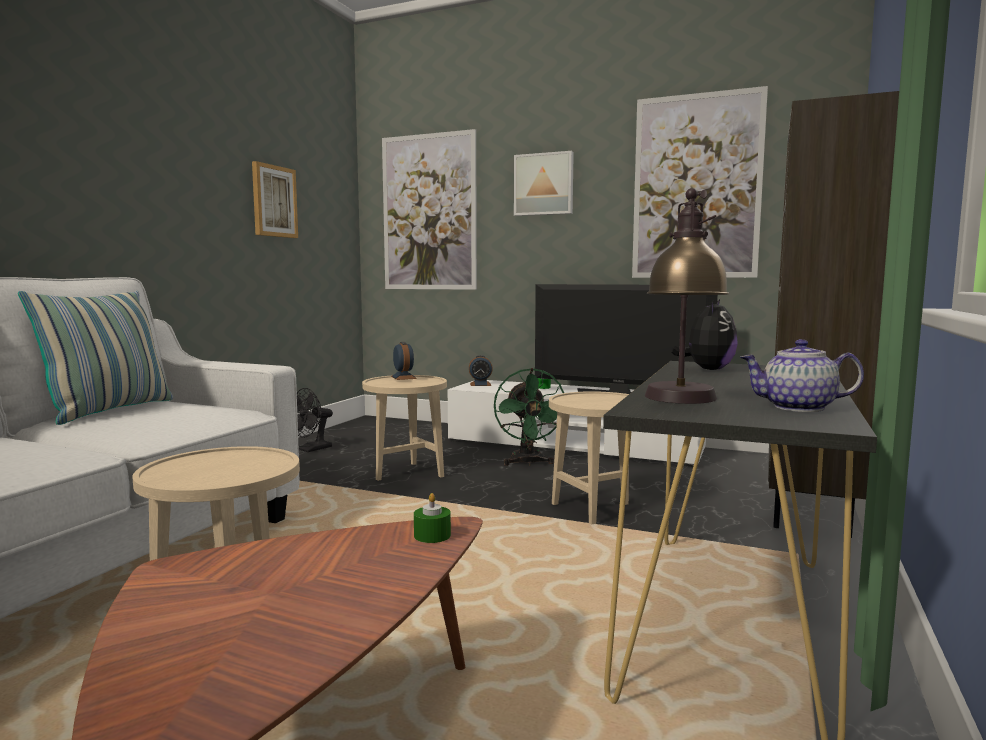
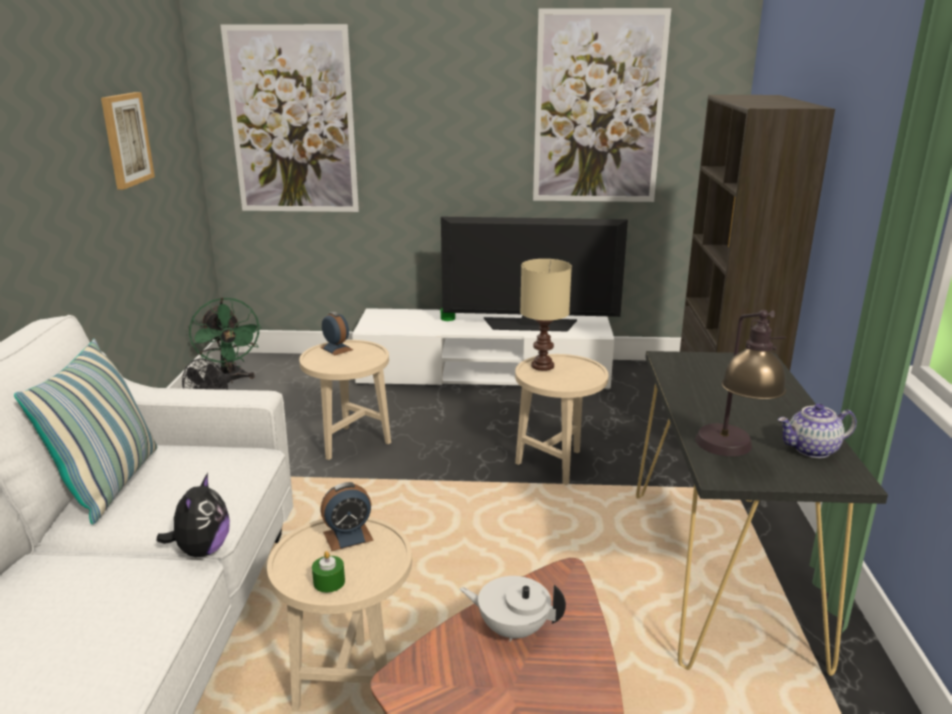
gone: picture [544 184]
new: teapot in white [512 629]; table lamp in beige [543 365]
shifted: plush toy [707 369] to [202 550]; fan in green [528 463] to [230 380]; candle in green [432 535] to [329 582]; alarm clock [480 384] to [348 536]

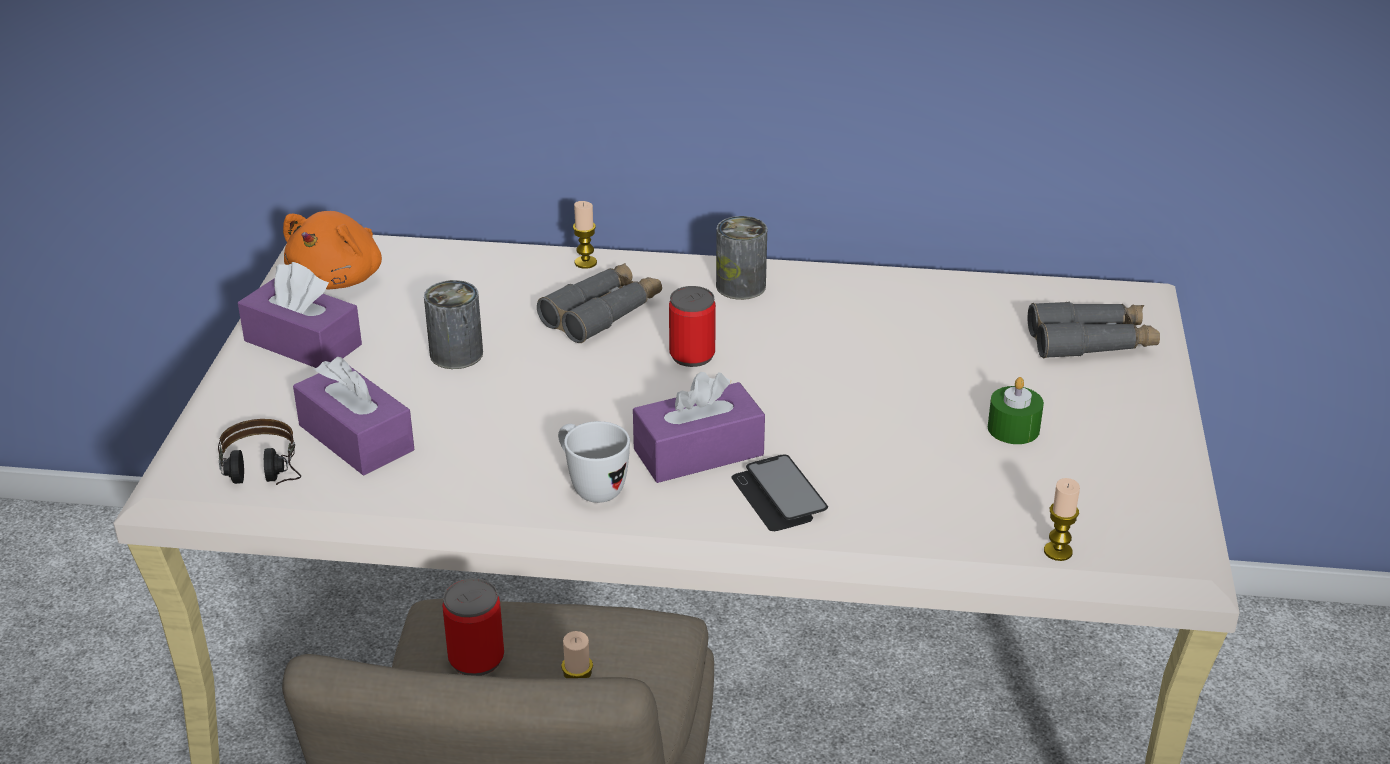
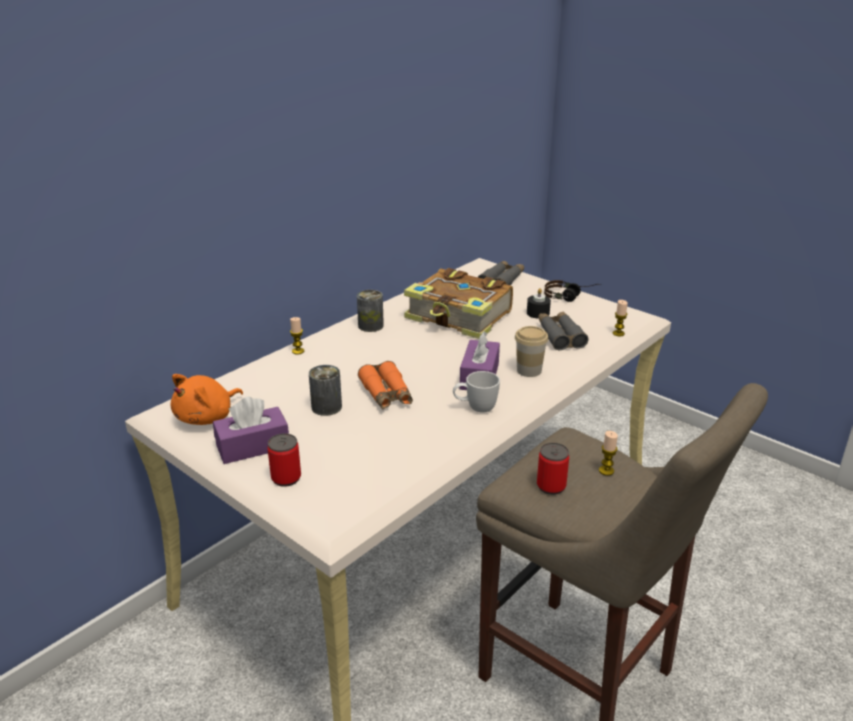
gone: tissue box in purple [356 438]
new: binoculars in orange [386 394]; book [459 317]
shifted: can [692 355] to [286 478]; binoculars in grey [602 313] to [560 336]; headphones [262 477] to [570 297]
swapped: phone [778 496] to cup [529 370]
repainted: candle in green [1013 428] to candle in black [538 313]
rotated: plush toy in orange [339 278] = [207 417] 75 degrees clockwise

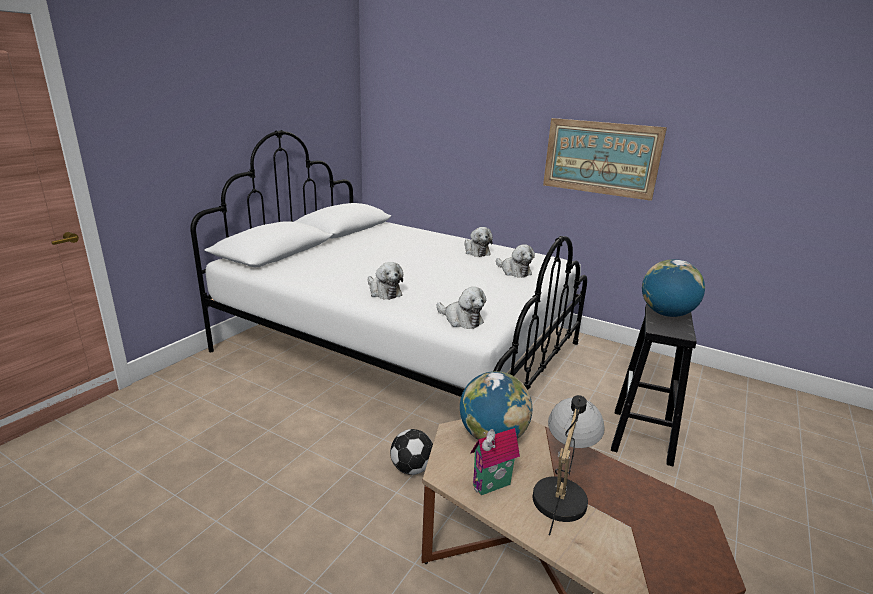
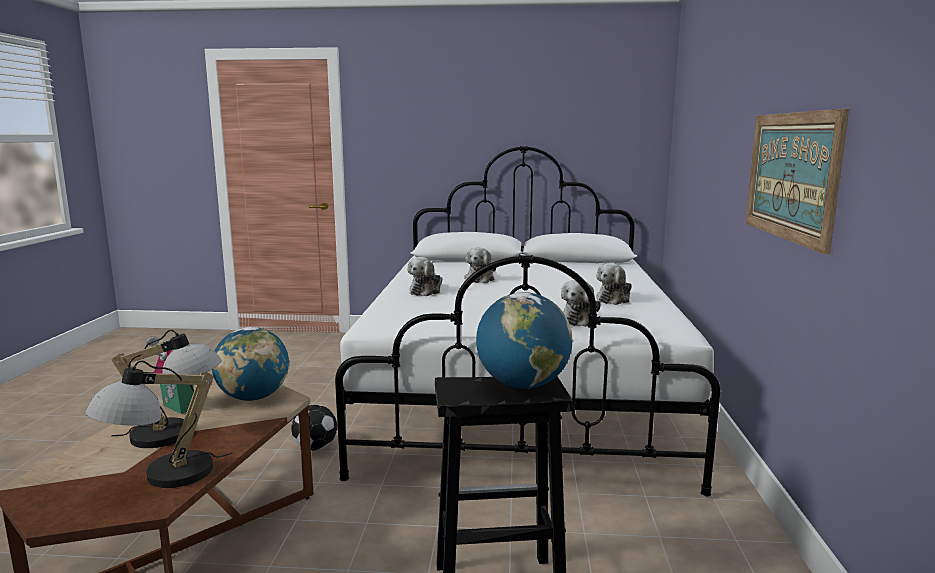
new: table lamp [162 478]
shifted: plush toy [461 320] to [480 279]

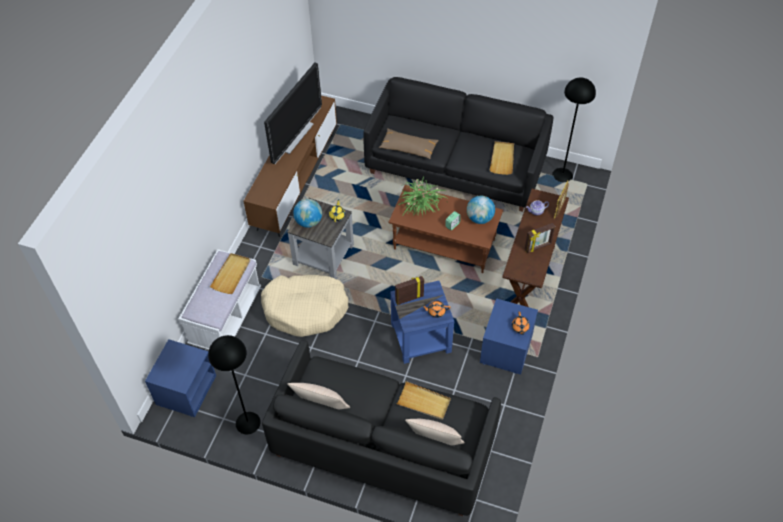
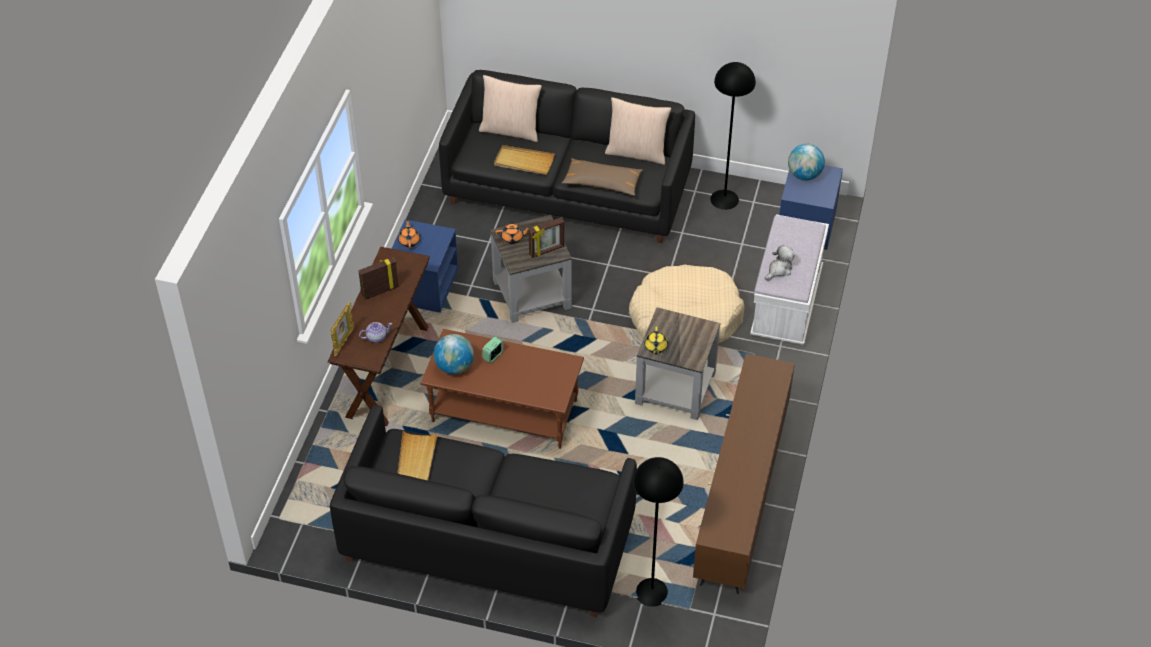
gone: television [295 136]; potted plant [420 204]
shifted: pillow in brown [408 148] to [602 182]; floor lamp in black [562 175] to [651 591]; globe [308 222] to [804 175]
swapped: tray in beige [231 274] to plush toy [779 269]
repainted: side table in blue [420 338] to side table in grey [532 293]

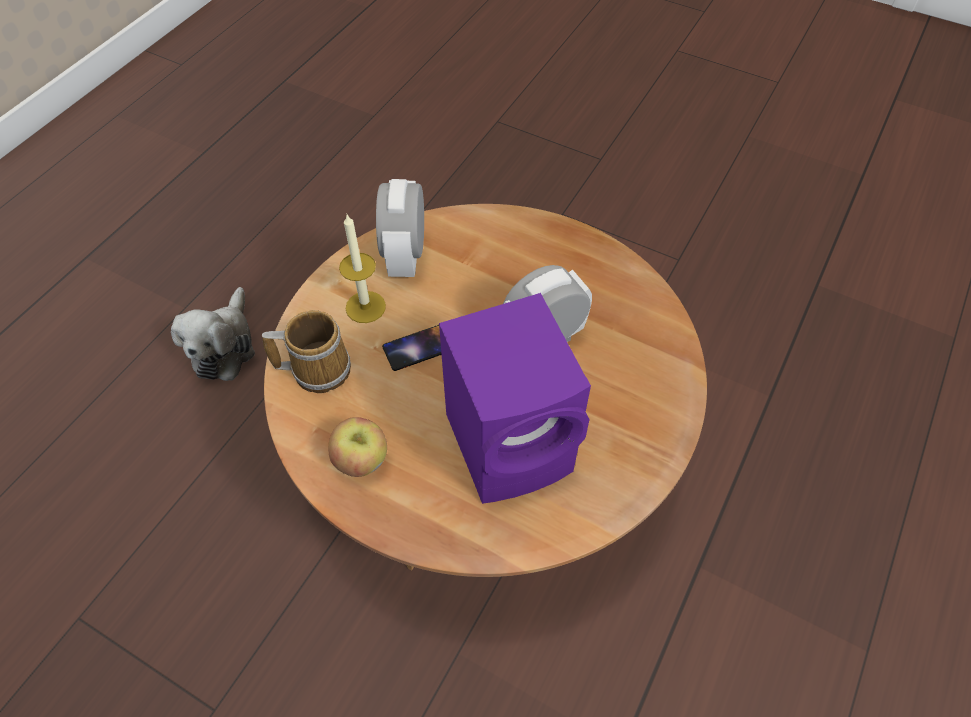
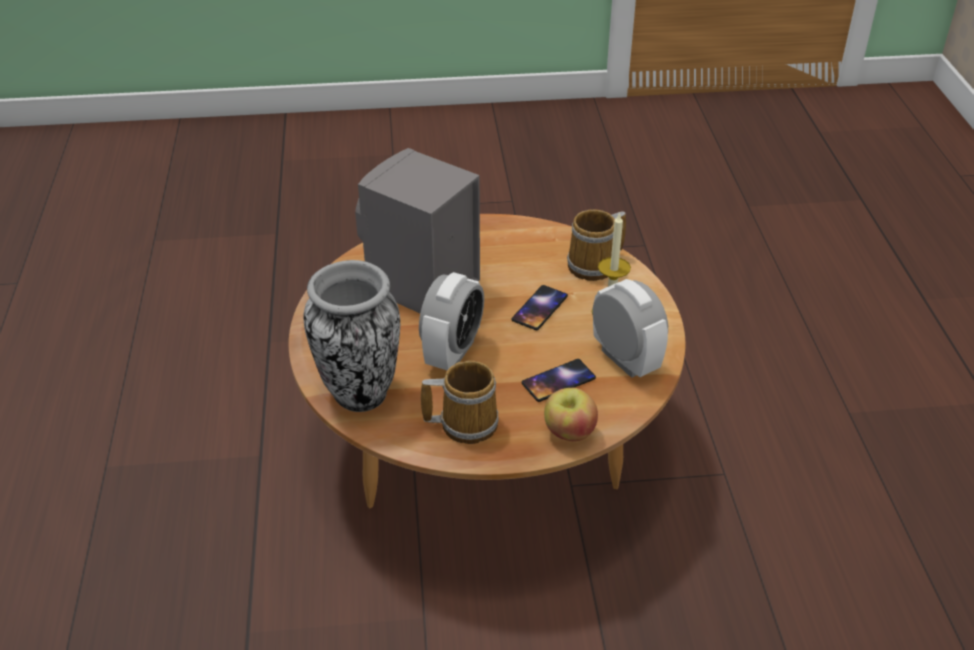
gone: plush toy [224 346]
new: vase [358 394]; mug [465 422]; phone [558 381]
shifted: apple [361 460] to [569 432]
repainted: speaker in purple [513 443] to speaker in grey [420 287]

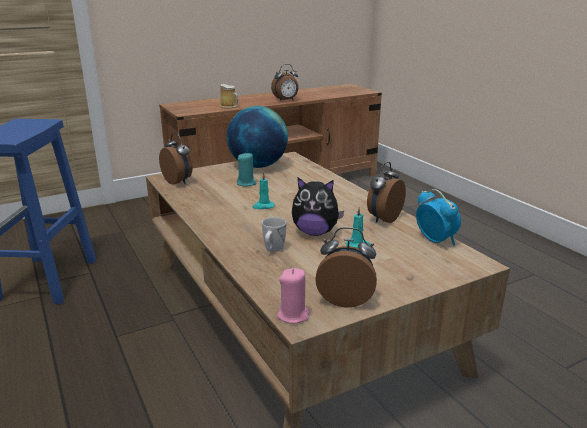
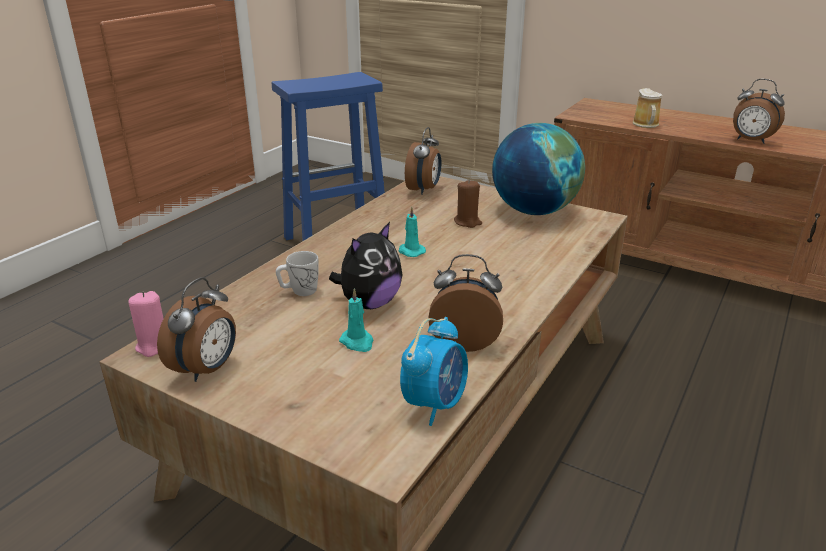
repainted: candle in turquoise [246 183] to candle in brown [467 222]
rotated: alarm clock [345 299] = [207 369] 45 degrees clockwise; plush toy [315 232] = [369 303] 120 degrees counterclockwise

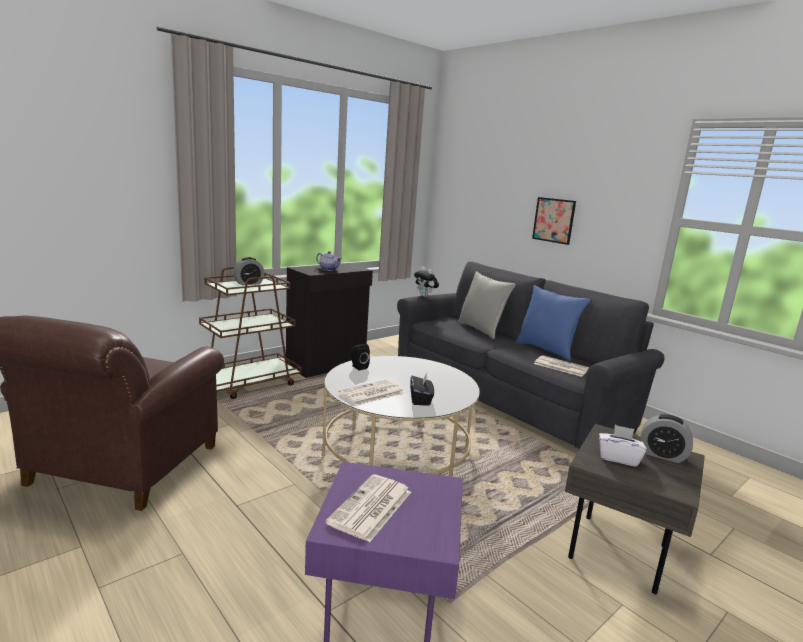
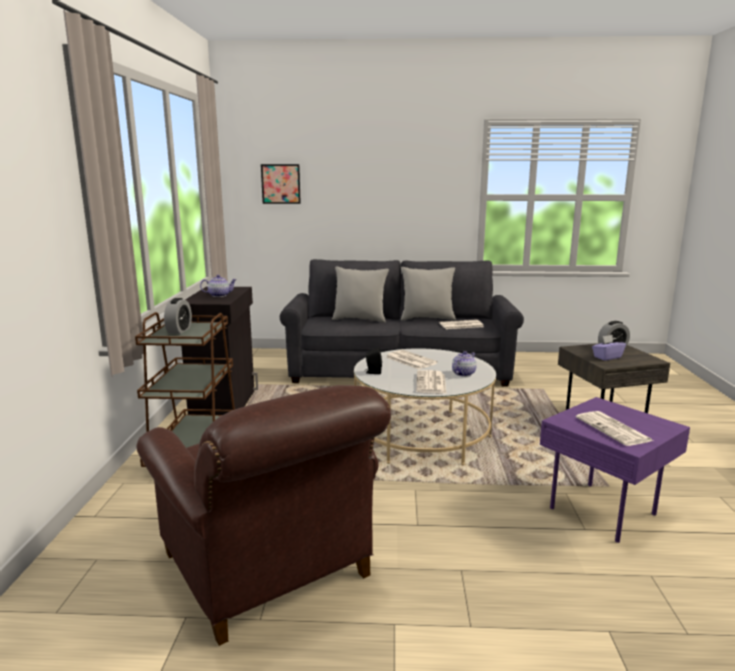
gone: plush toy [425 296]
new: newspaper [410 360]
shifted: picture [553 220] to [281 184]
swapped: tissue box in black [420 399] to teapot [463 373]
repainted: pillow in blue [546 350] to pillow in grey [427 318]; tissue box in white [618 458] to tissue box in purple [607 357]

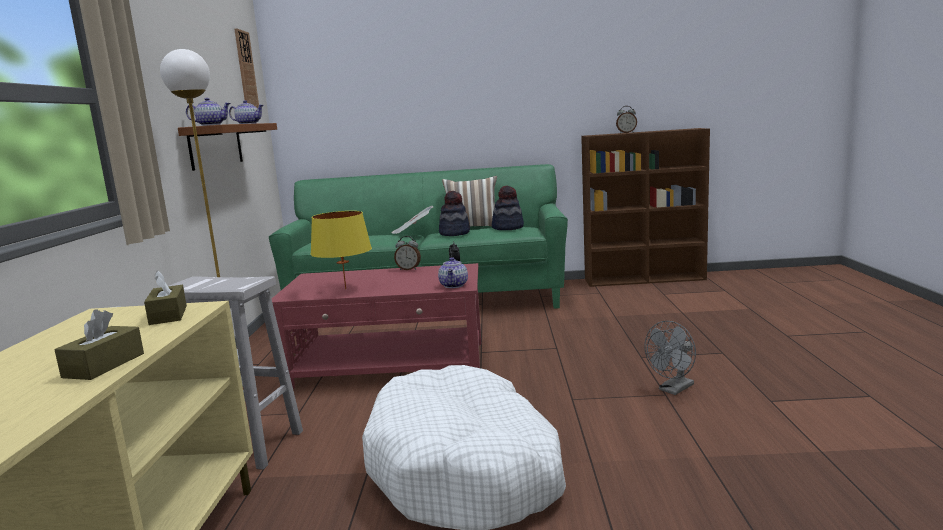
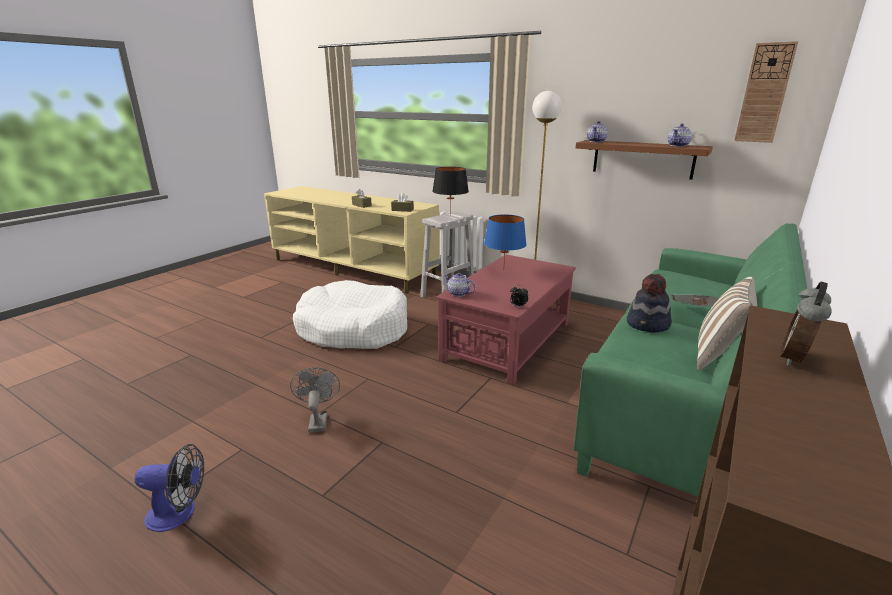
gone: alarm clock [408 269]; hat [508 227]
new: fan [179 513]; table lamp in black [450 215]
repainted: table lamp in yellow [346 289] to table lamp in blue [503 270]

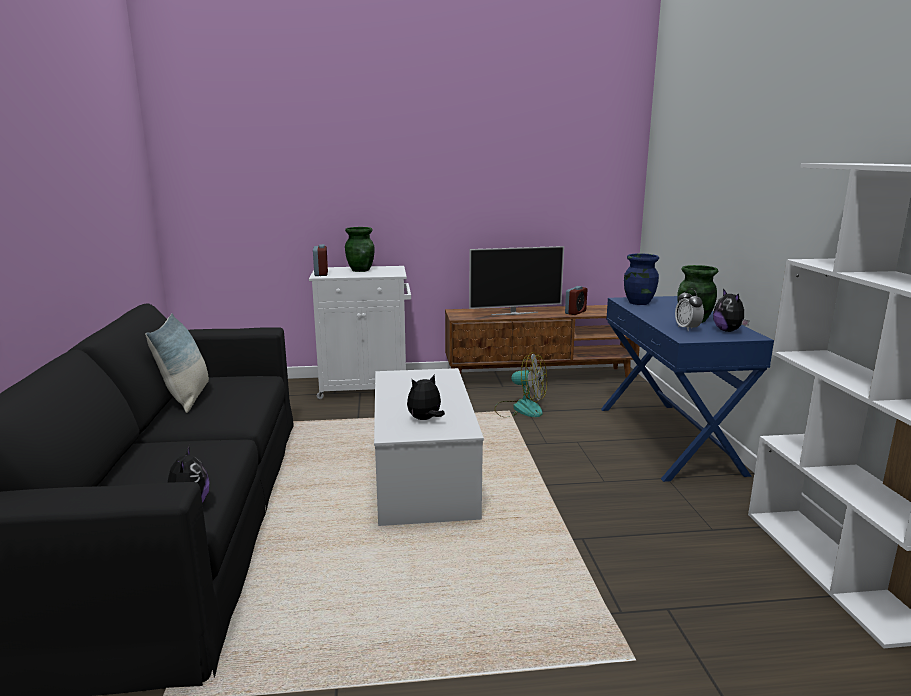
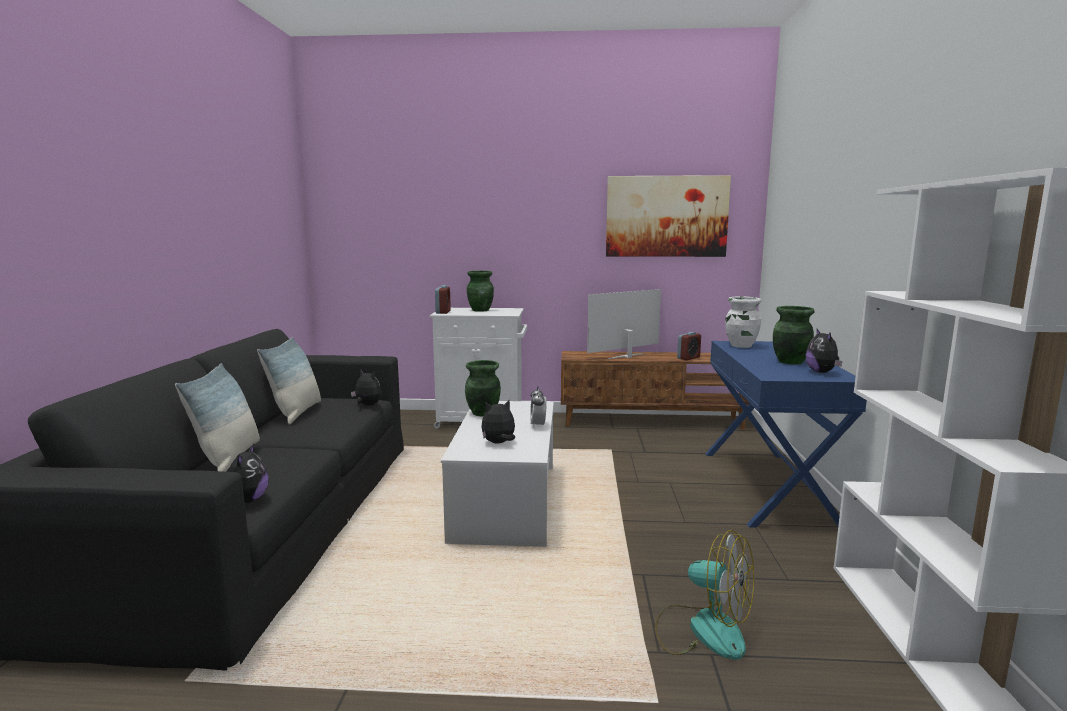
new: pillow [229 458]; plush toy [367 405]; vase in green [483 413]; picture [666 216]
shifted: alarm clock [687 328] to [538 425]; fan [520 409] to [702 630]
repainted: vase in blue [638 302] to vase in white [740 345]
rotated: television [514 313] = [626 356] 150 degrees clockwise

